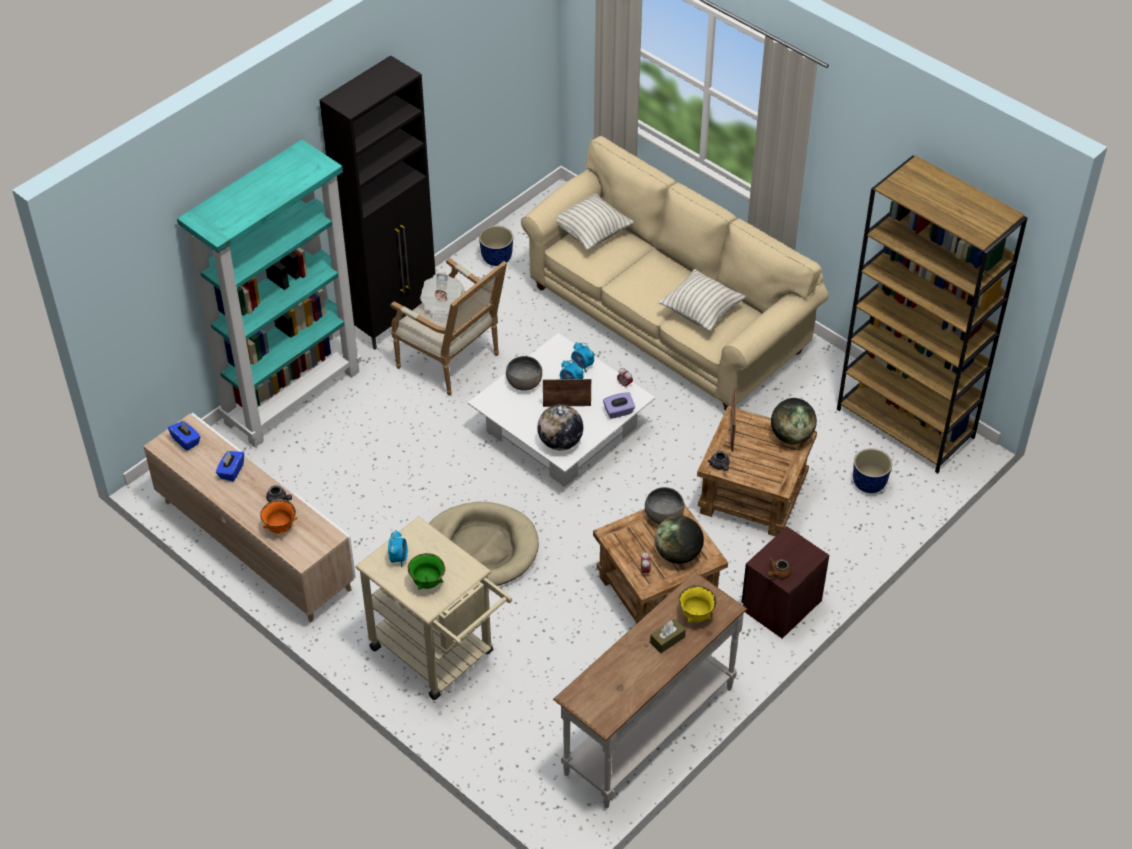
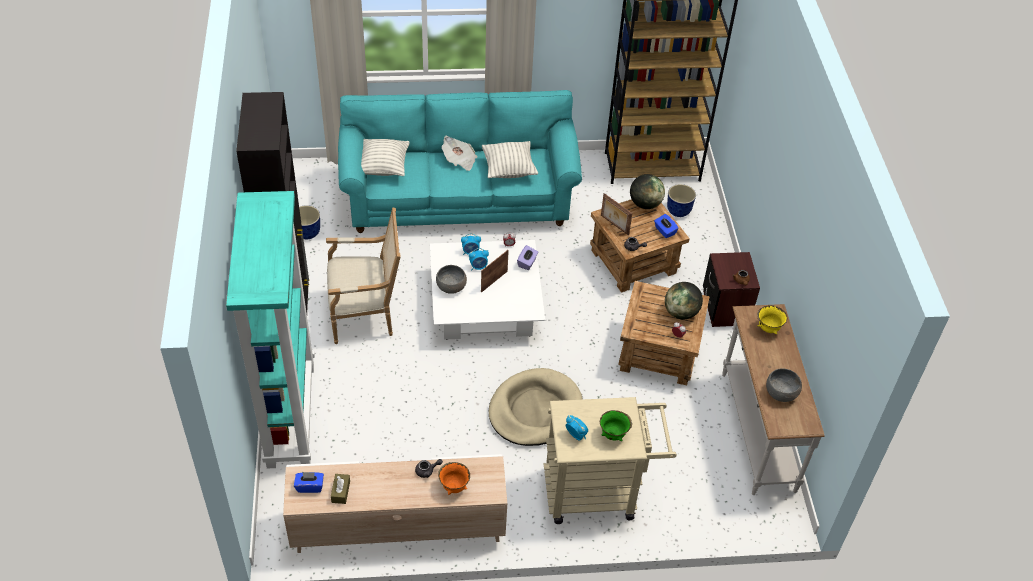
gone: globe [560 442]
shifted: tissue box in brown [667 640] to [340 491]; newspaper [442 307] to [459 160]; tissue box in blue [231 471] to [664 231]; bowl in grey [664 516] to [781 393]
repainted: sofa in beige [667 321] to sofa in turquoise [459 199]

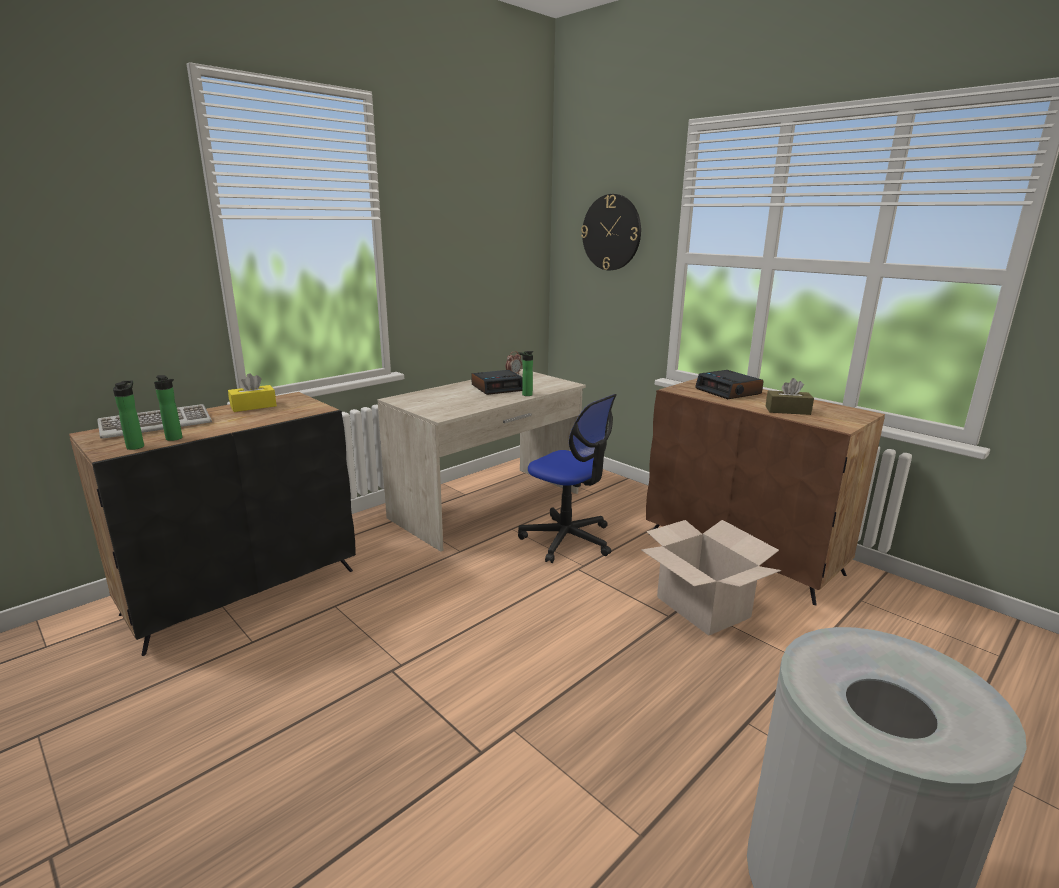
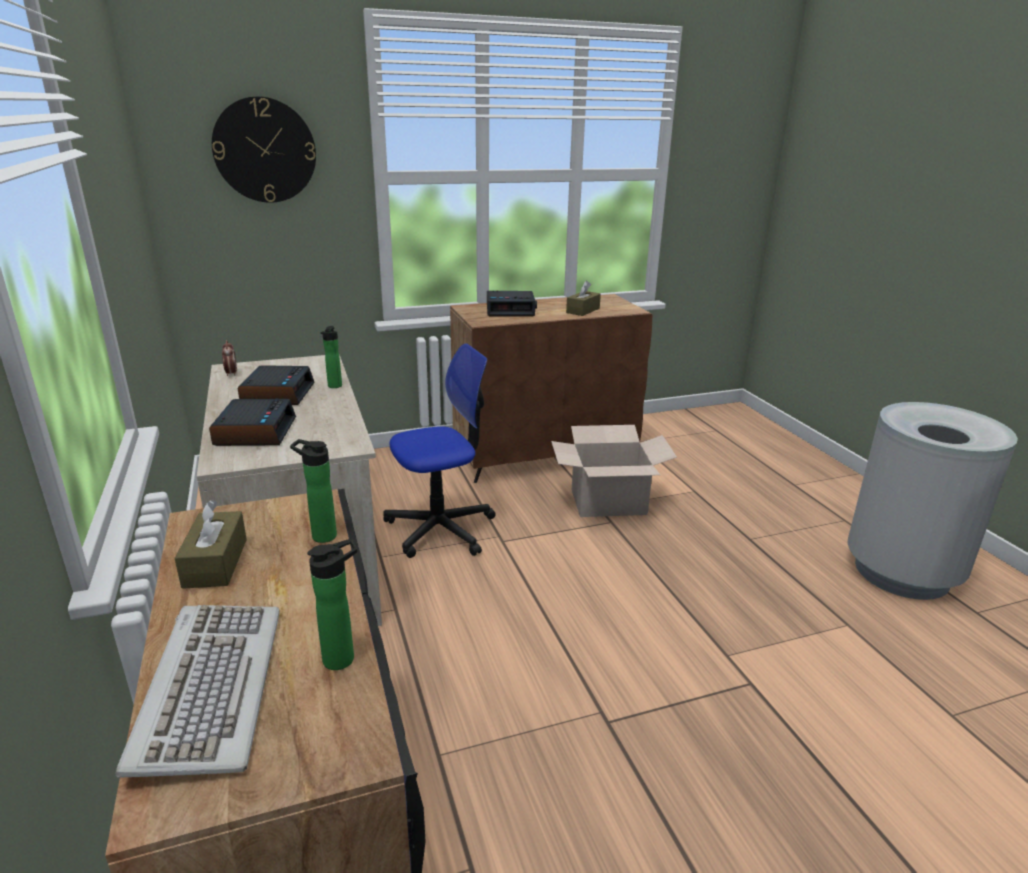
new: alarm clock [255 431]
shifted: bottle [136 446] to [320 535]
repainted: tissue box in yellow [253 406] to tissue box in brown [215 563]

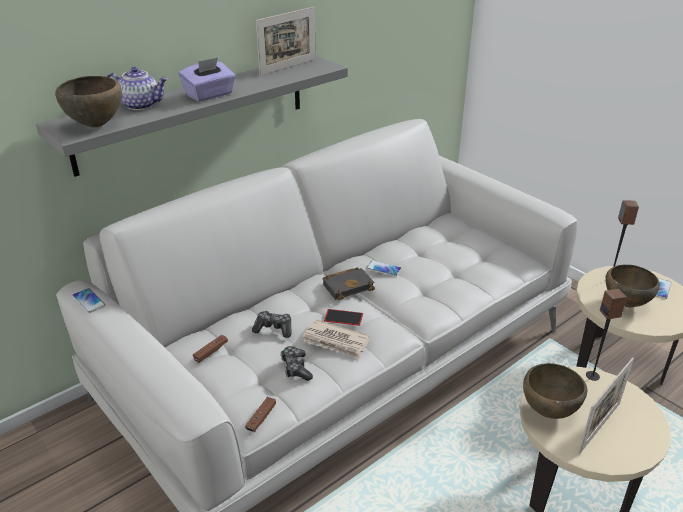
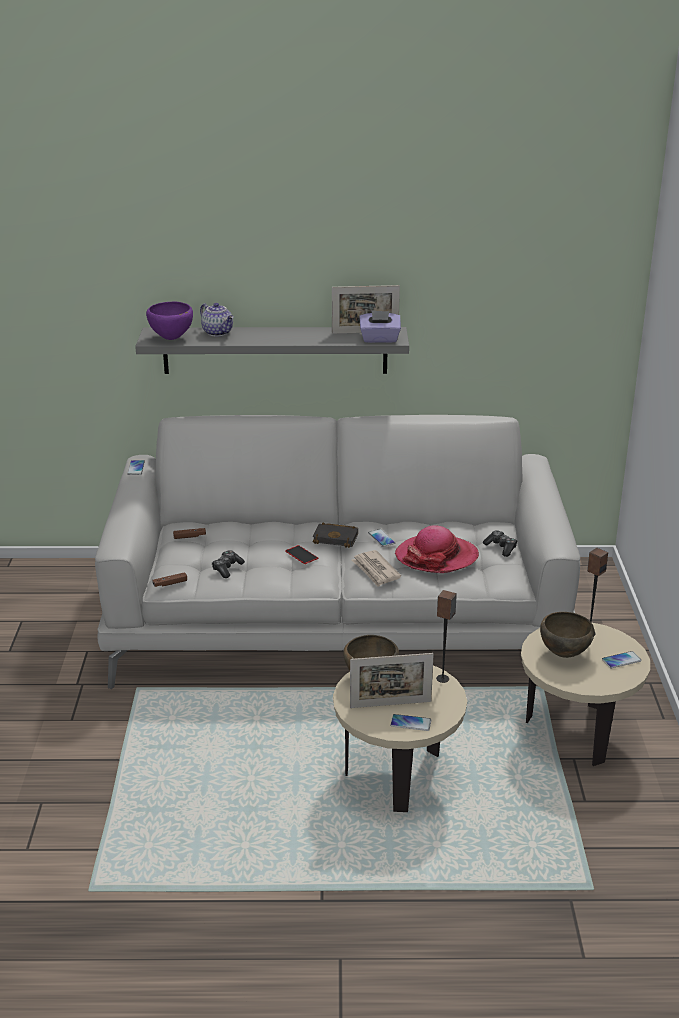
new: phone [410 723]; hat [436 557]
shifted: newspaper [336 341] to [375 570]; tissue box in purple [209 95] to [379 339]; game controller [274 329] to [501 548]
repainted: bowl in brown [96 125] to bowl in purple [172 338]

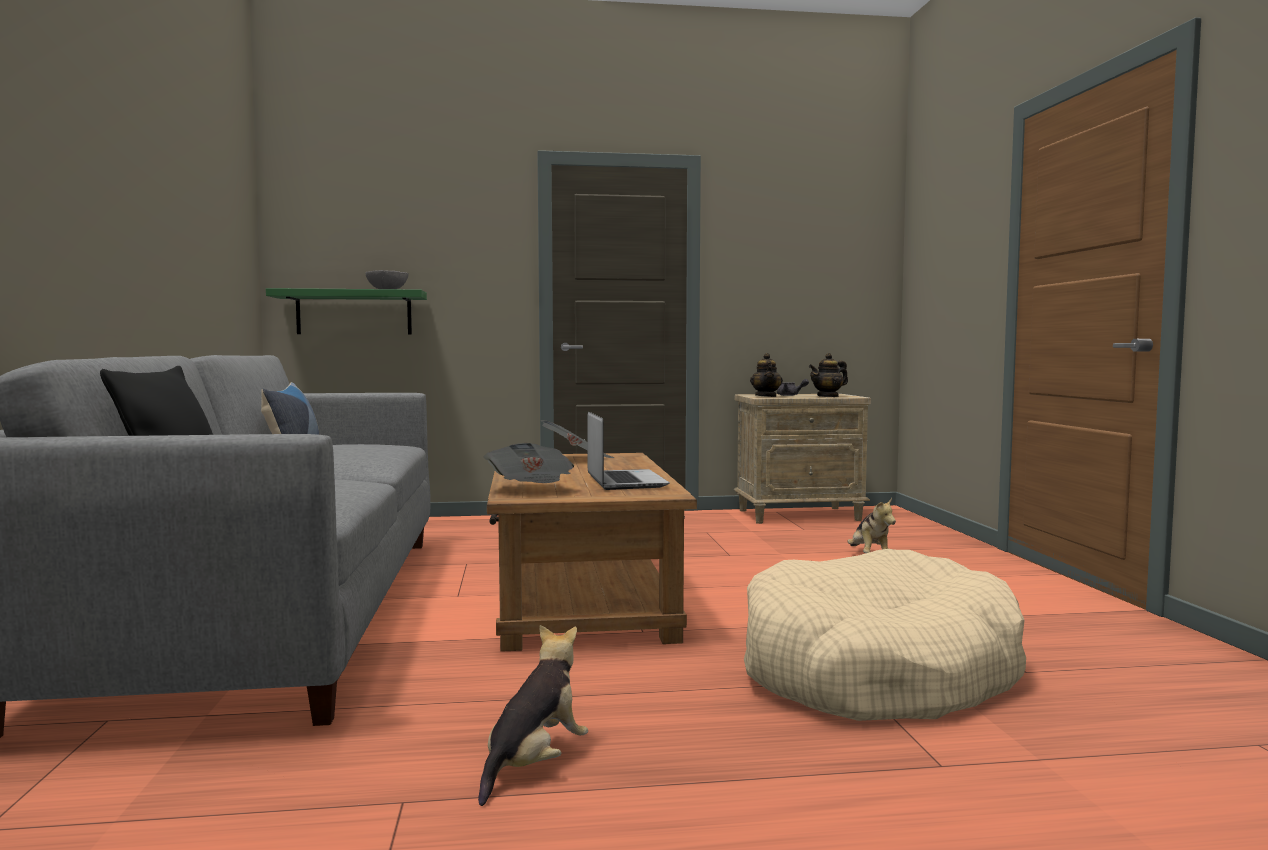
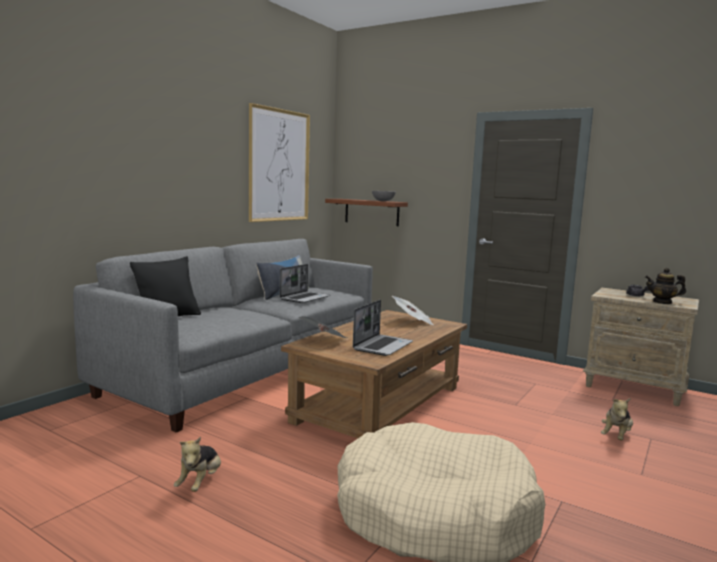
gone: teapot [766 396]
new: picture [279 165]; laptop [305 298]
repainted: shelf in green [354 313] to shelf in brown [371 212]
rotated: plush toy [534 764] = [200 482] 120 degrees clockwise

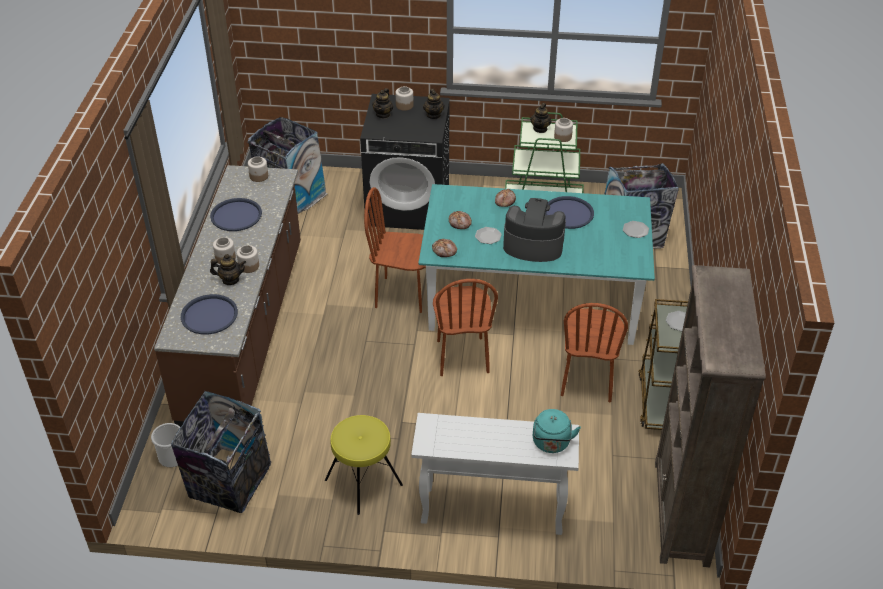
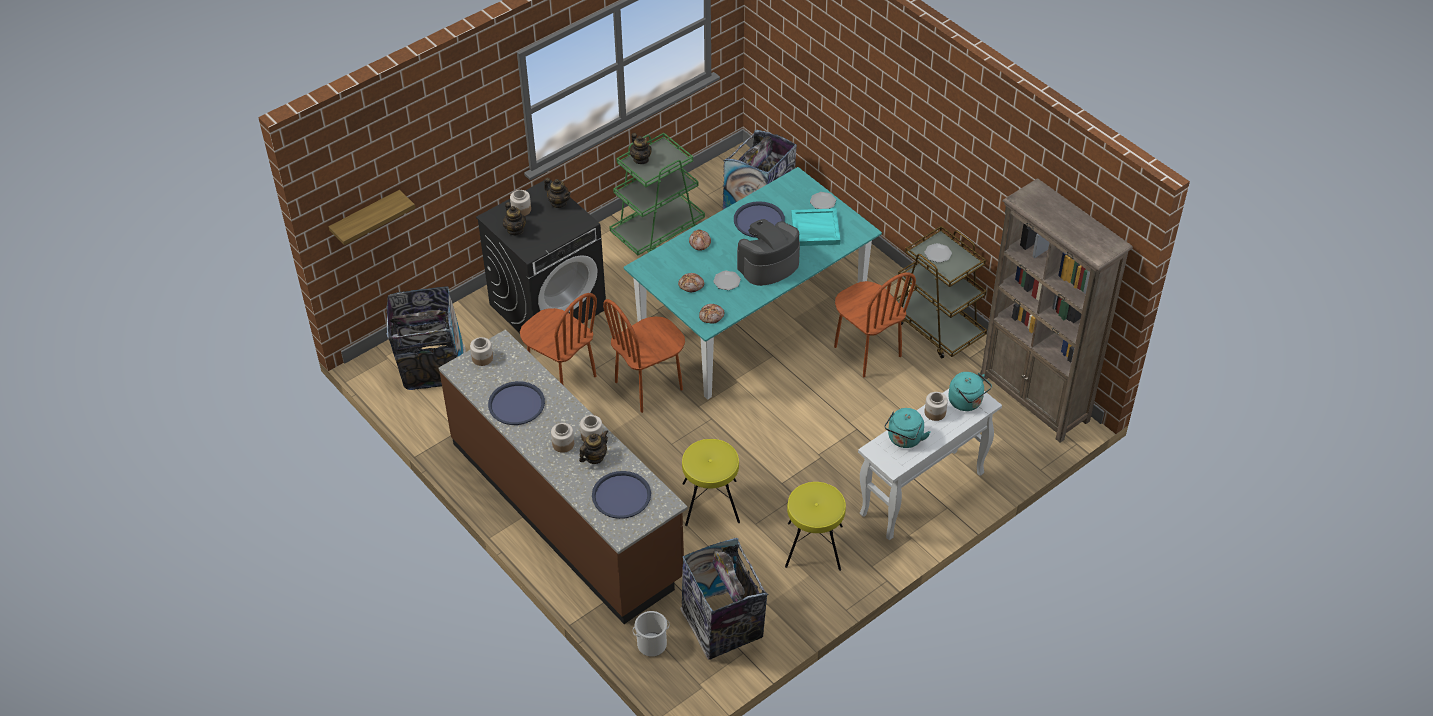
new: shelf [366 219]; stool in yellow [710 503]; tray in turquoise [815 229]; kettle in turquoise [904 439]
shifted: chair in brown [462 356] to [561 378]; jar [562 137] to [935 413]

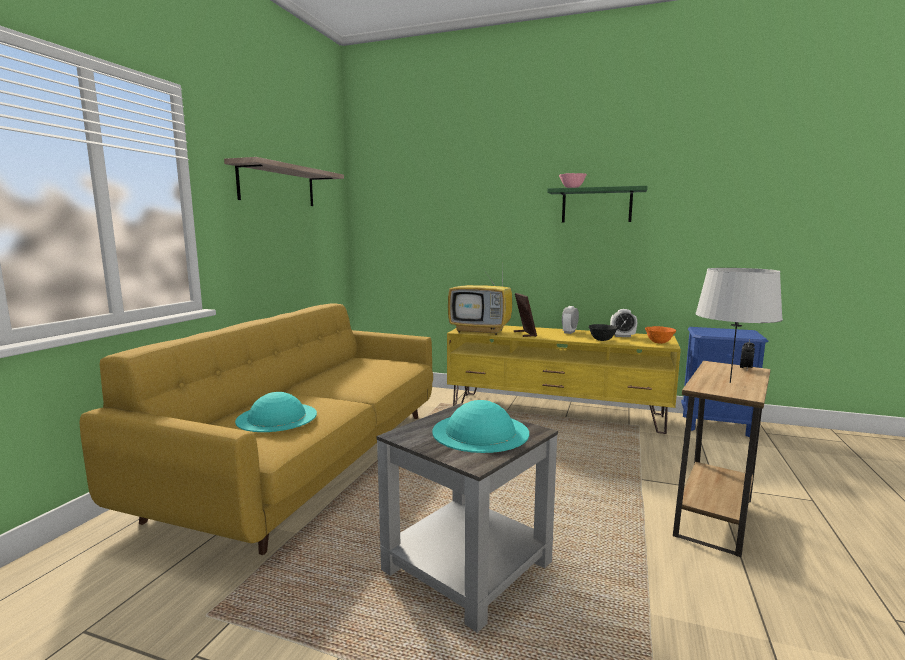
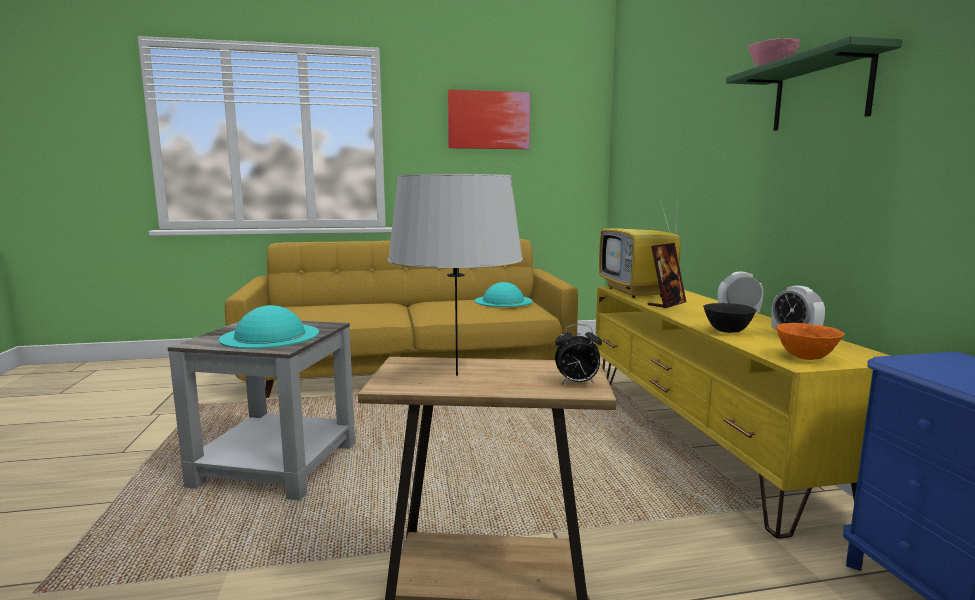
shifted: hat in turquoise [276 417] to [503 301]
swapped: shelf [277 185] to picture [488 120]

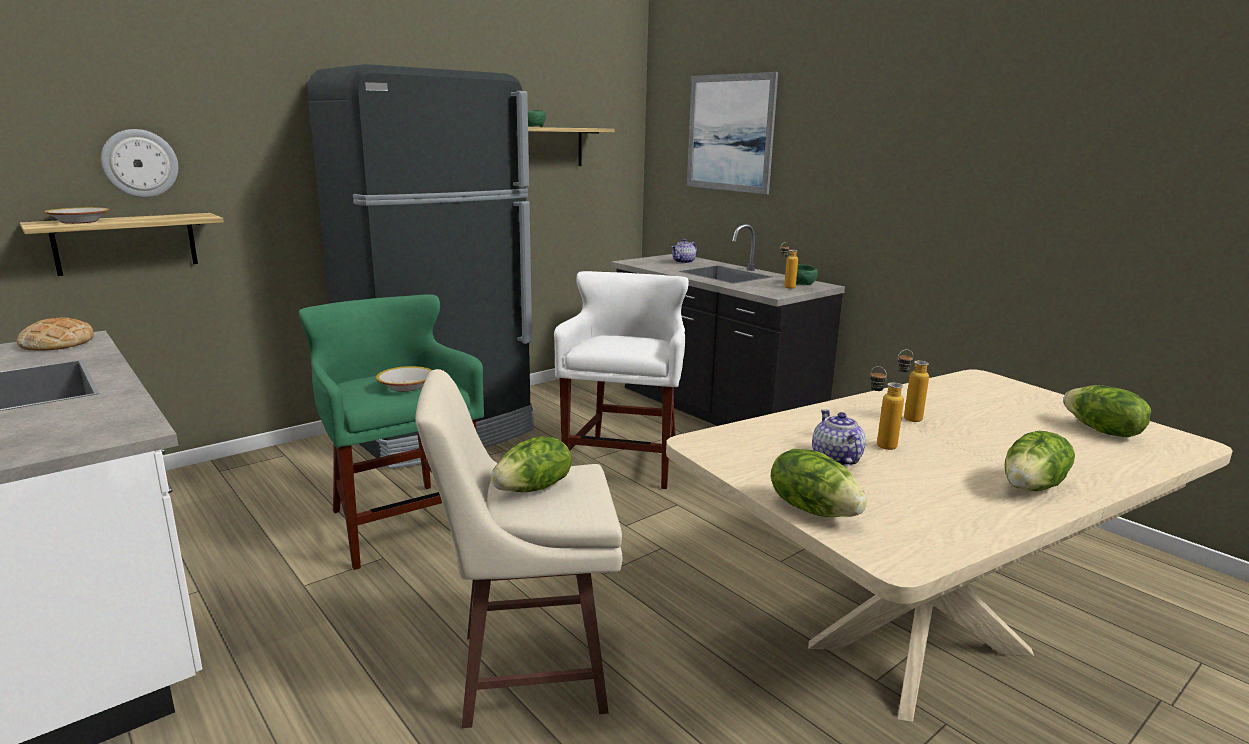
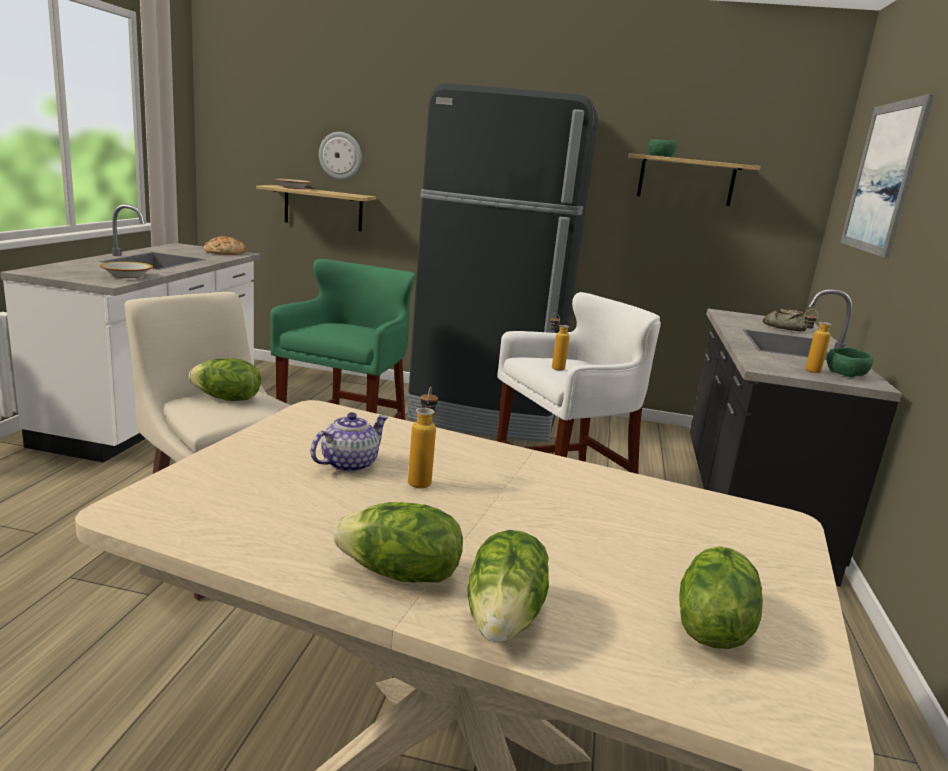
shifted: bowl [407 386] to [127 275]; lettuce [813 509] to [505 618]; bottle [905 419] to [554 367]
swapped: teapot [684 262] to bread [784 327]

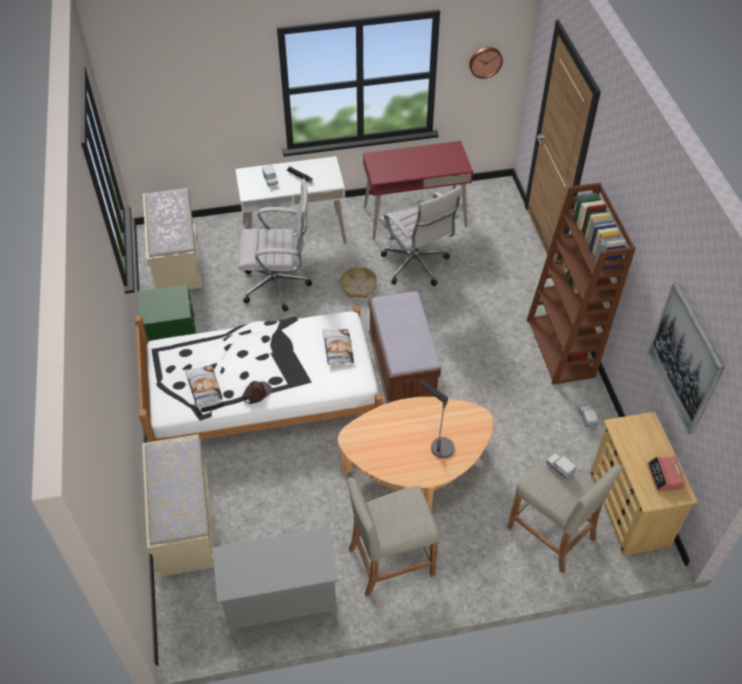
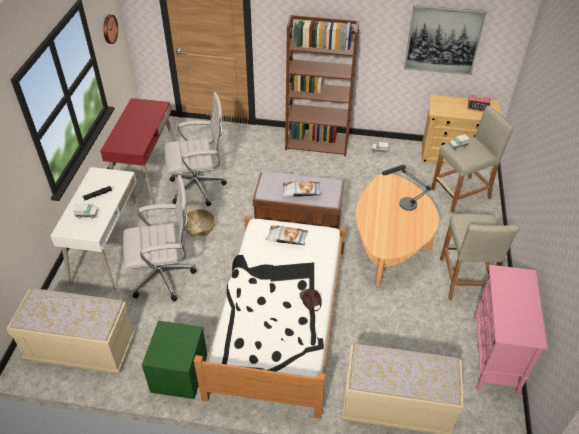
shifted: pillow [203 387] to [301 191]
repainted: cabinet in grey [281 611] to cabinet in pink [494 356]
rotated: office chair in white [279 286] = [165 277] 60 degrees clockwise

